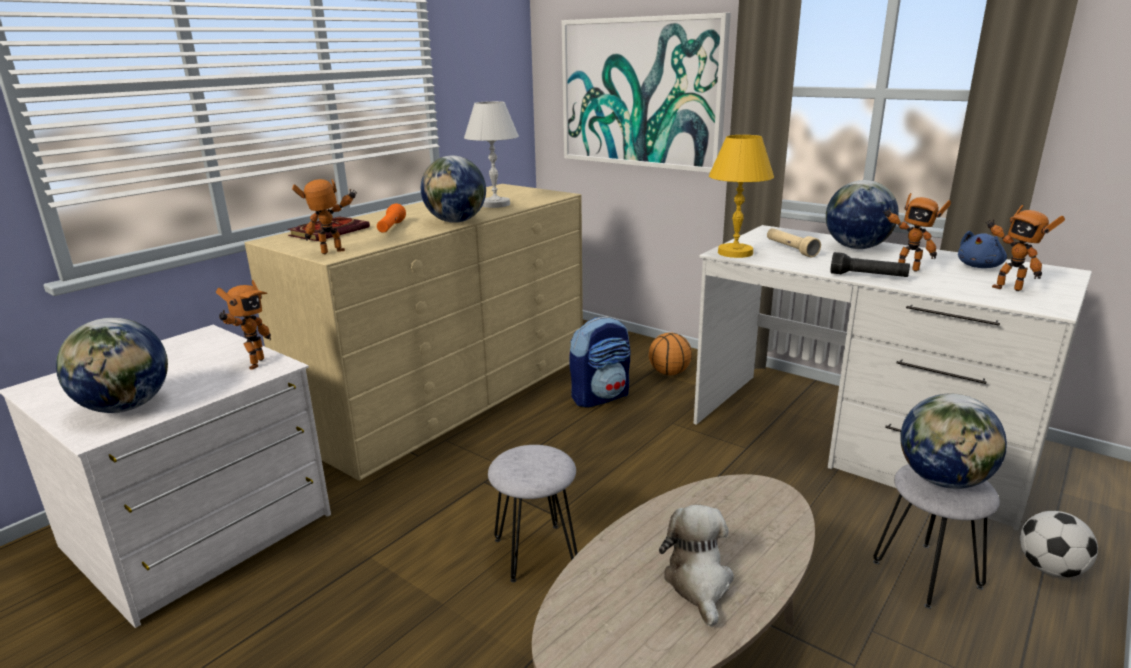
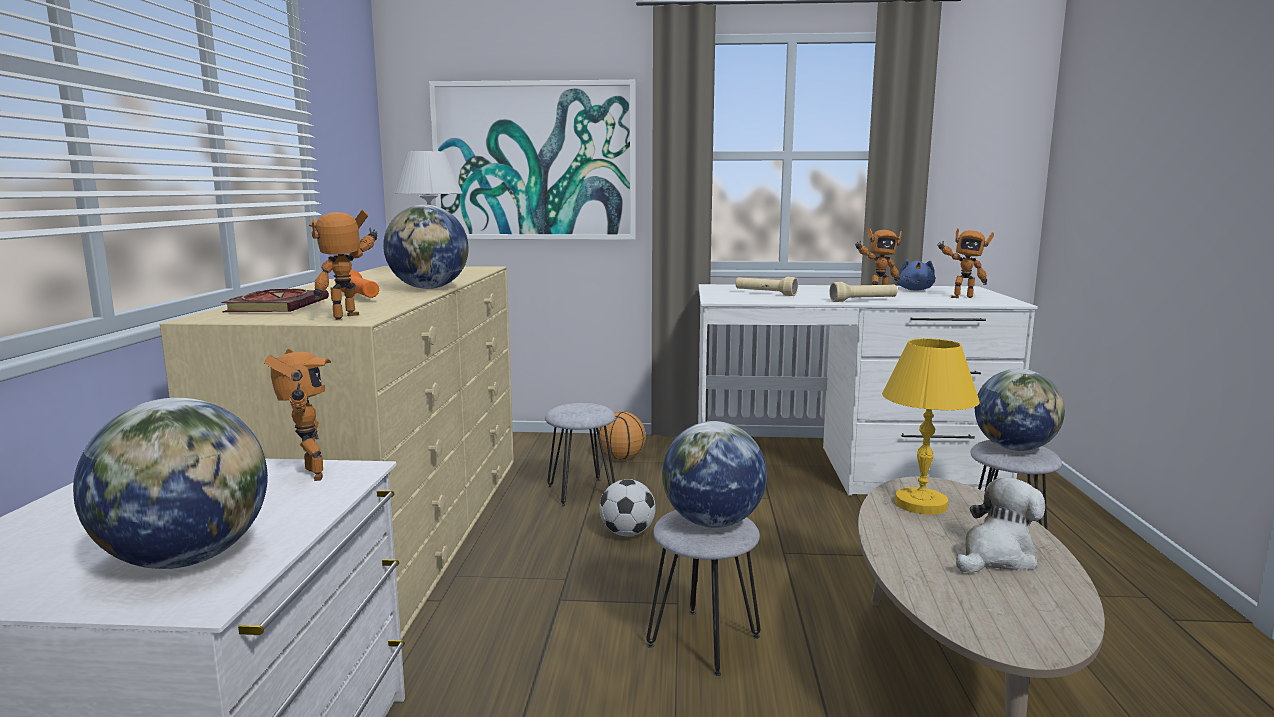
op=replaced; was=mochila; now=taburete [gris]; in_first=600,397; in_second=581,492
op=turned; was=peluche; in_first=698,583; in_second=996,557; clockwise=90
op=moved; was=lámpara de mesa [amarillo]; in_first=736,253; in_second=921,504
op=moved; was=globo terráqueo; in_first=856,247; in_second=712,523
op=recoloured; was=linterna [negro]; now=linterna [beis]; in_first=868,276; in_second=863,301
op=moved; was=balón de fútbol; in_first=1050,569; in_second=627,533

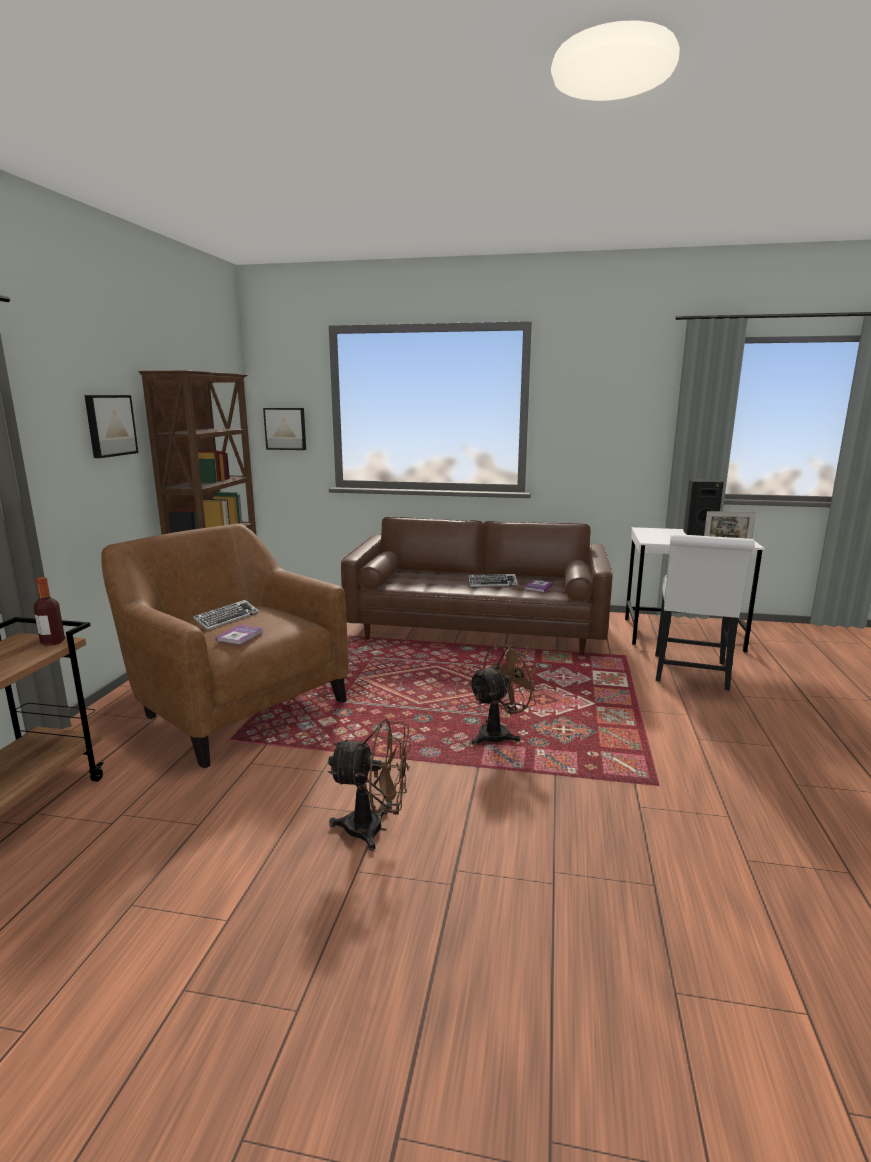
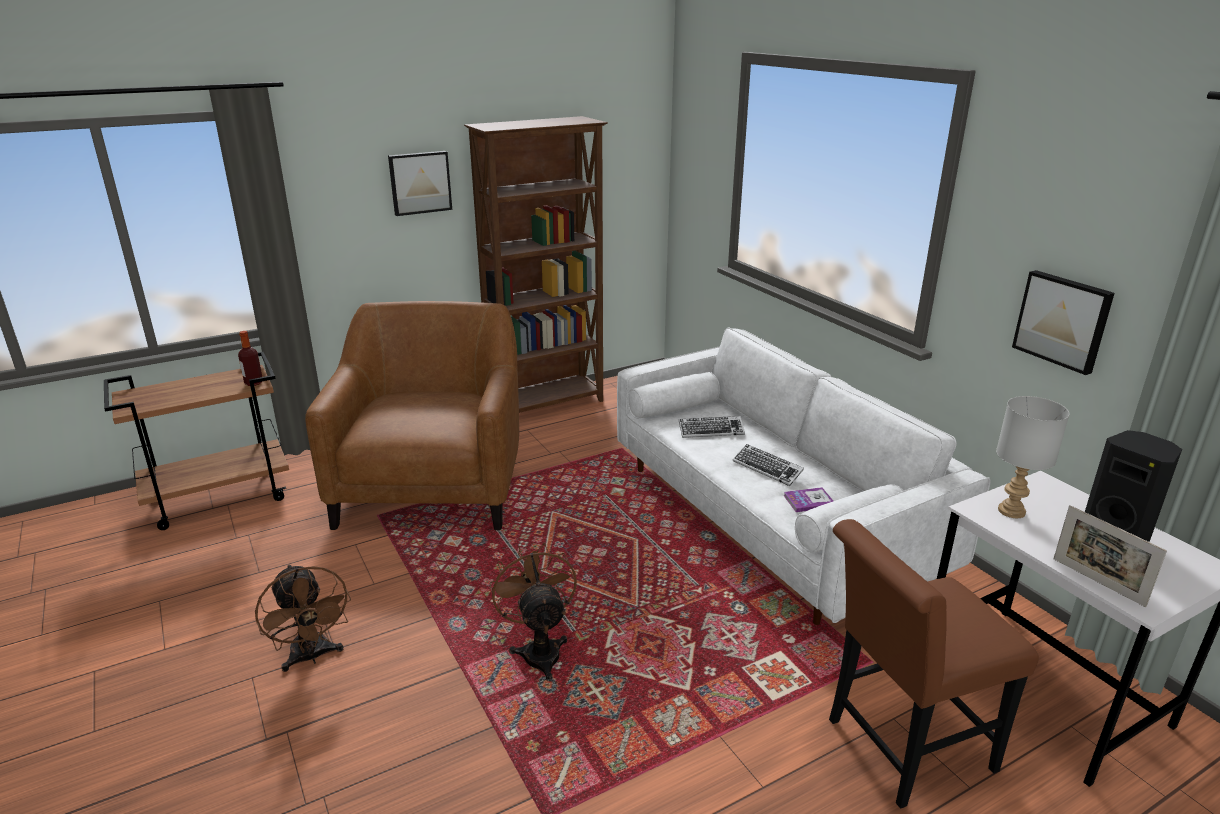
op=moved; was=teclado; in_first=227,619; in_second=711,431
op=removed; was=libro; in_first=240,636
op=moved; was=cuadro; in_first=285,428; in_second=1063,320
op=recoloured; was=sofá [marrón]; now=sofá [blanco]; in_first=477,629; in_second=770,518
op=turned; was=ventilador [marrón]; in_first=500,733; in_second=539,650; clockwise=-120
op=recoloured; was=silla [blanco]; now=silla [marrón]; in_first=690,674; in_second=900,748
op=added; now=lámpara de mesa [gris]; in_second=1010,511

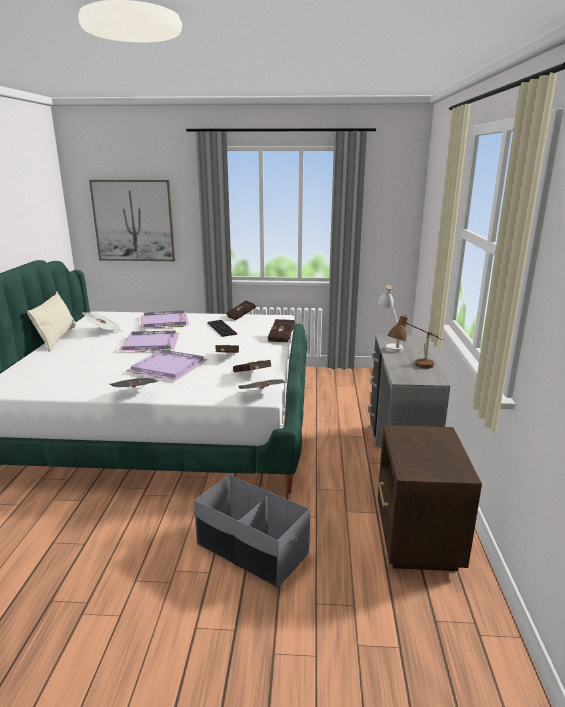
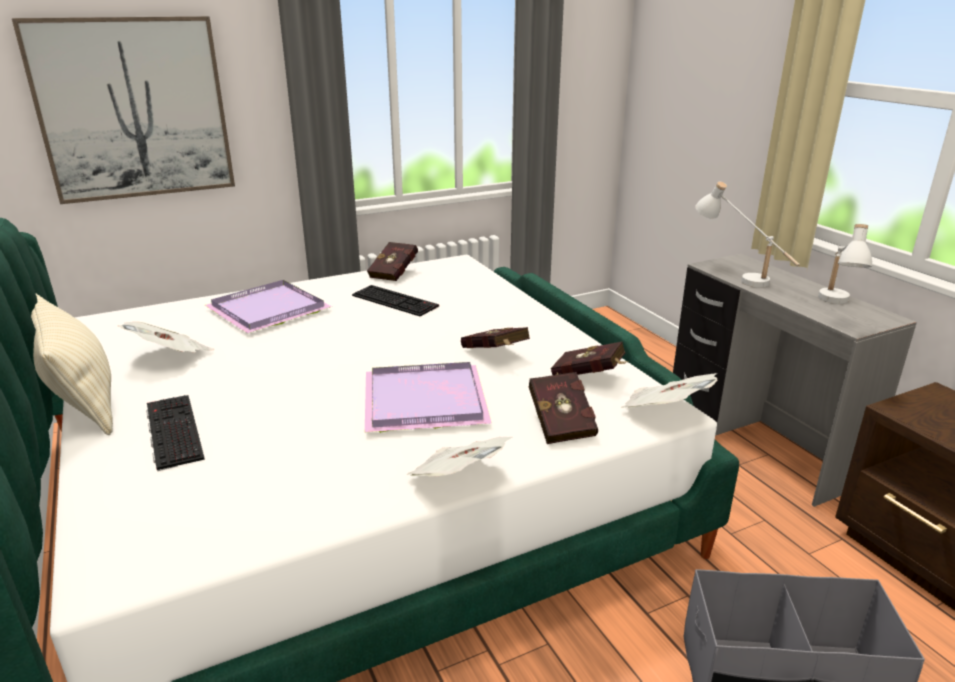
op=removed; was=bandeja [morado]; in_first=151,344
op=moved; was=libro [rojo]; in_first=282,338; in_second=561,422
op=recoloured; was=lámpara de mesa [marrón]; now=lámpara de mesa [blanco]; in_first=416,368; in_second=834,306
op=added; now=teclado; in_second=172,431

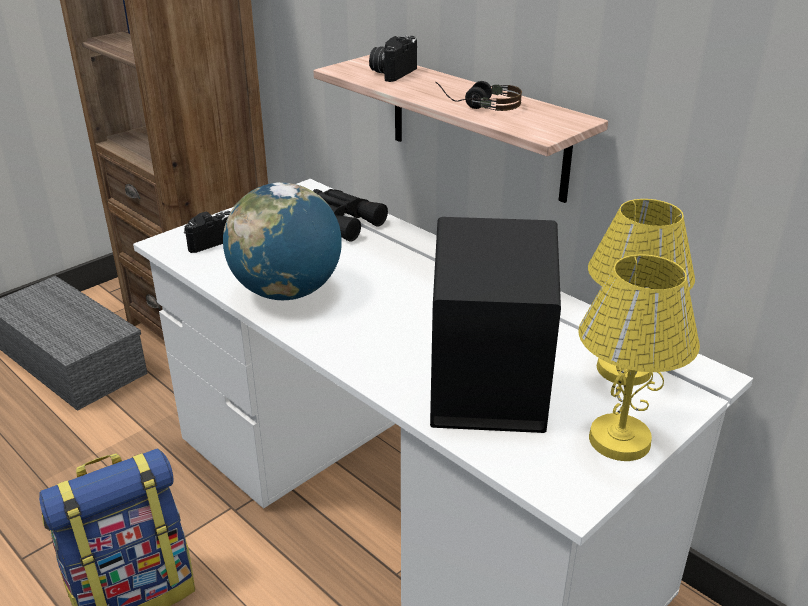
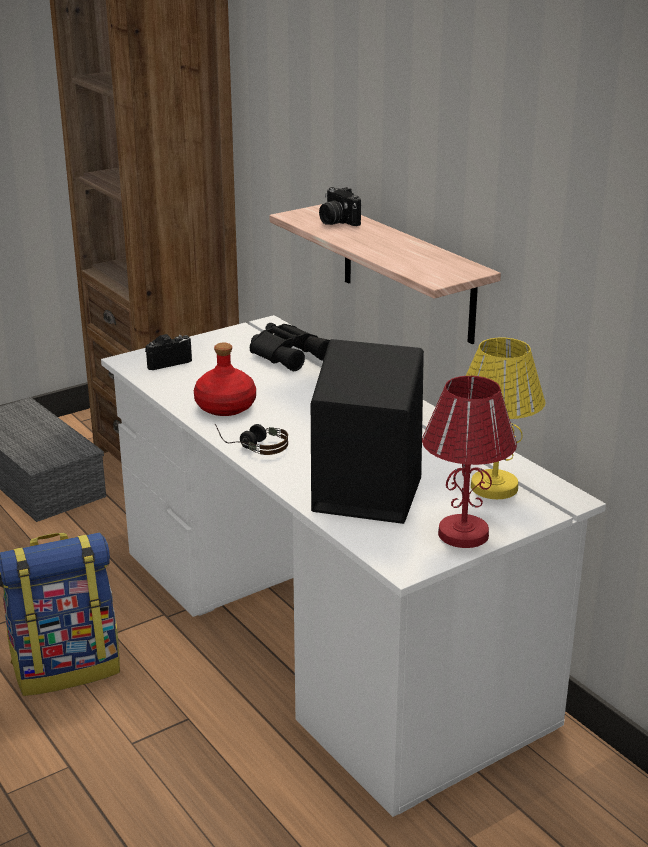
op=replaced; was=globo terráqueo; now=botella [rojo]; in_first=287,292; in_second=224,407
op=turned; was=cámara; in_first=392,73; in_second=336,221; clockwise=-75
op=moved; was=auriculares; in_first=478,106; in_second=252,446
op=recoloured; was=lámpara de mesa [amarillo]; now=lámpara de mesa [rojo]; in_first=620,441; in_second=463,534

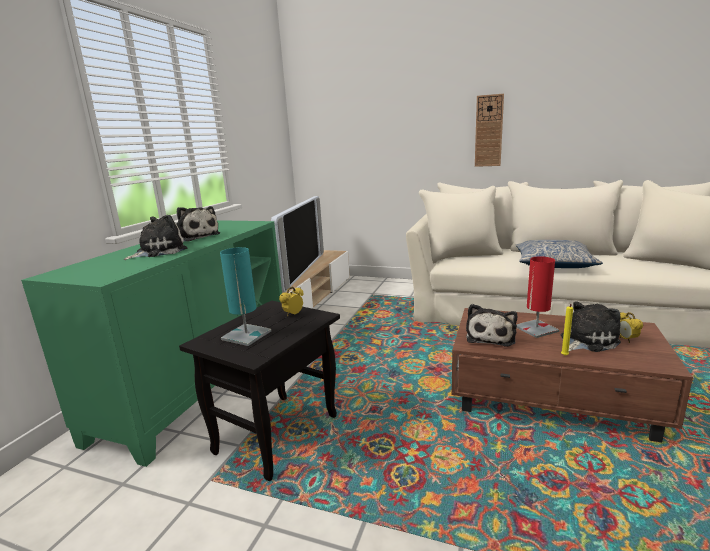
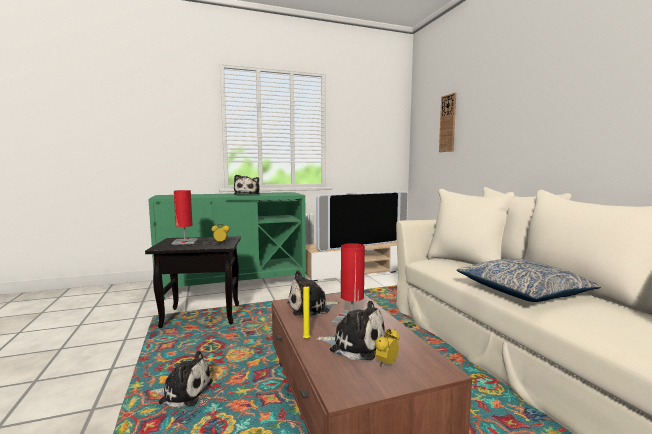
op=moved; was=peluche; in_first=158,251; in_second=183,392
op=recoloured; was=lámpara de mesa [turquesa]; now=lámpara de mesa [rojo]; in_first=246,335; in_second=185,242
op=moved; was=reloj de pared; in_first=488,131; in_second=448,123

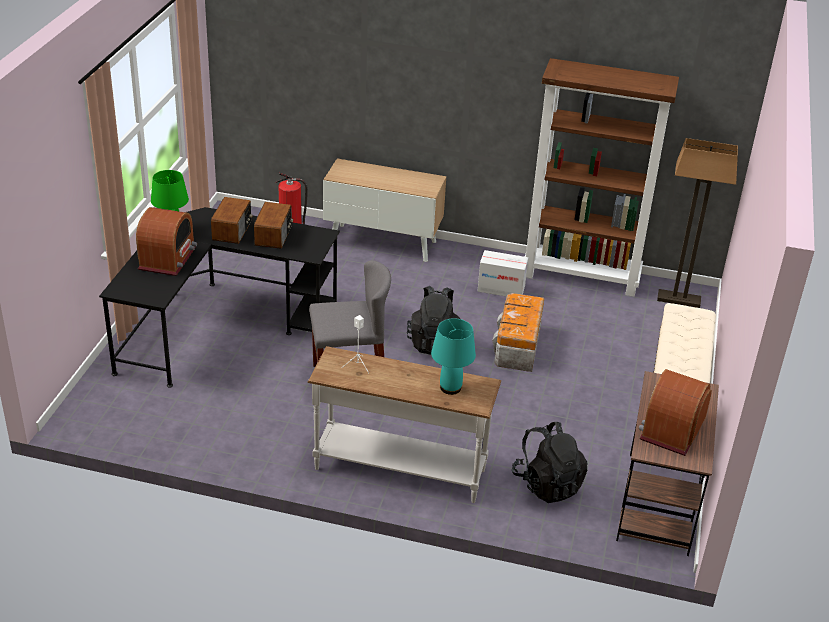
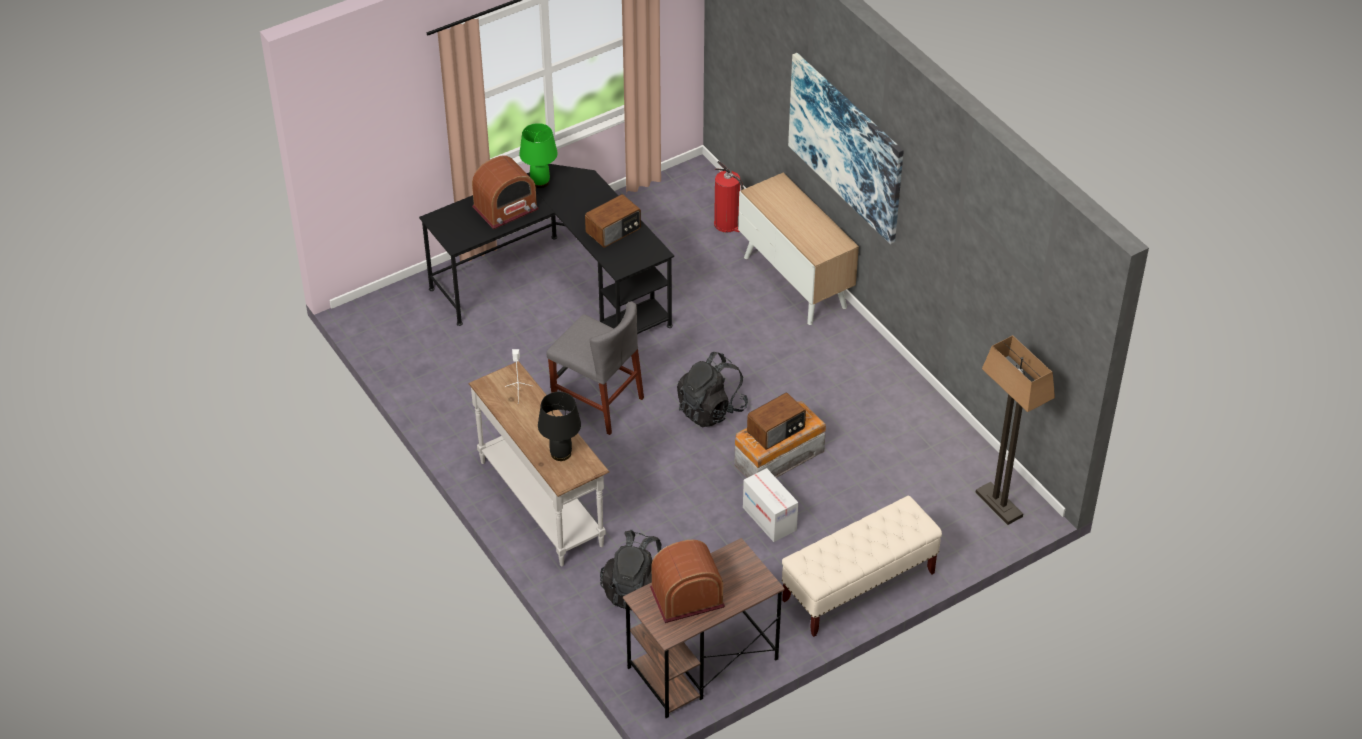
op=moved; was=radio; in_first=233,230; in_second=776,431
op=recoloured; was=lámpara de mesa [turquesa]; now=lámpara de mesa [negro]; in_first=451,388; in_second=561,453
op=moved; was=caja de cartón; in_first=501,289; in_second=769,519
op=removed; was=estantería [marrón]; in_first=582,276
op=added; now=cuadro; in_second=846,146

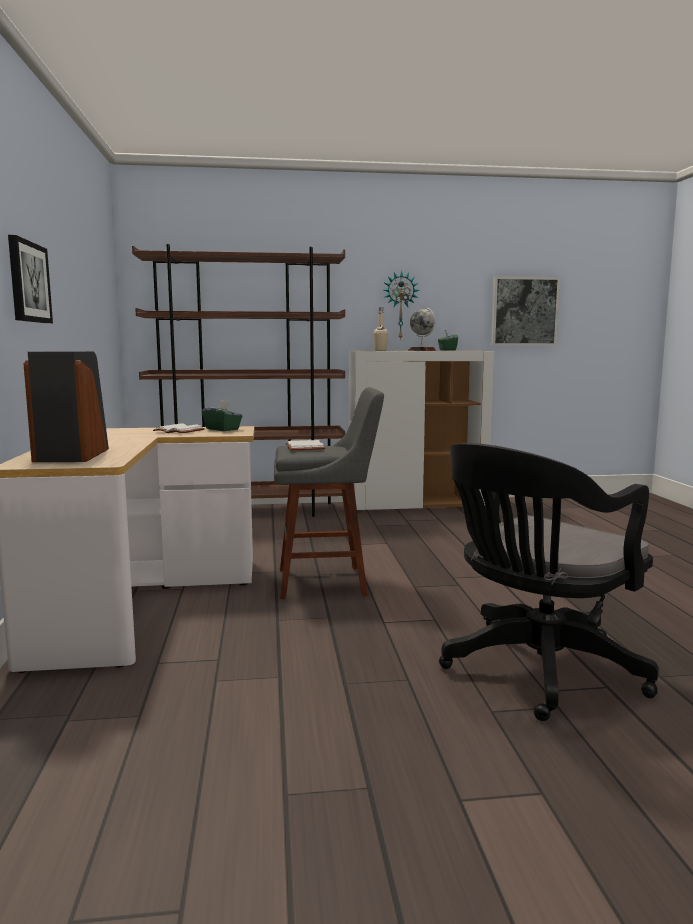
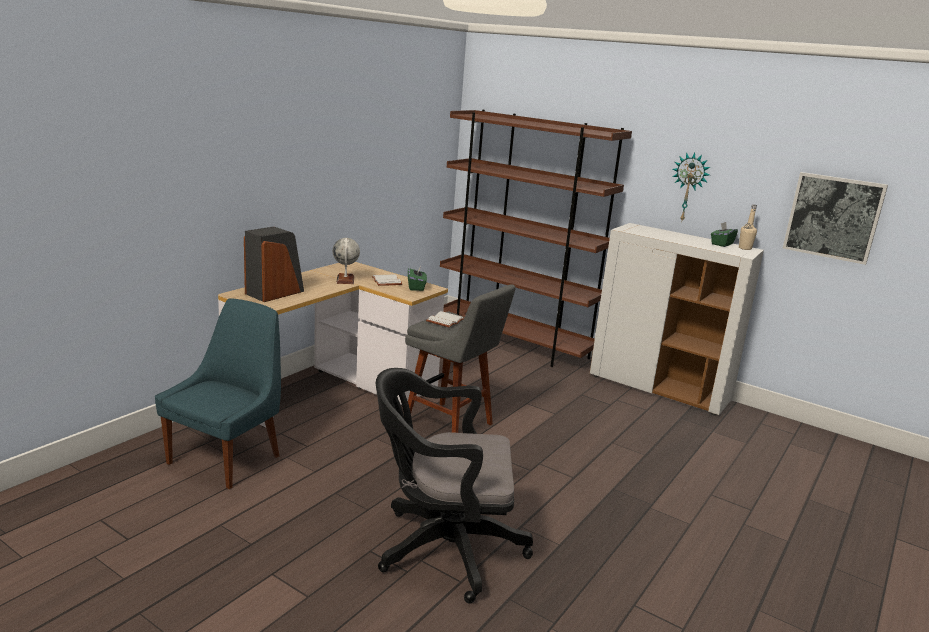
op=removed; was=cuadro; in_first=28,282
op=moved; was=botella [beis]; in_first=380,350; in_second=745,248
op=moved; was=globo terráqueo; in_first=422,350; in_second=345,280
op=added; now=silla [azul]; in_second=227,458

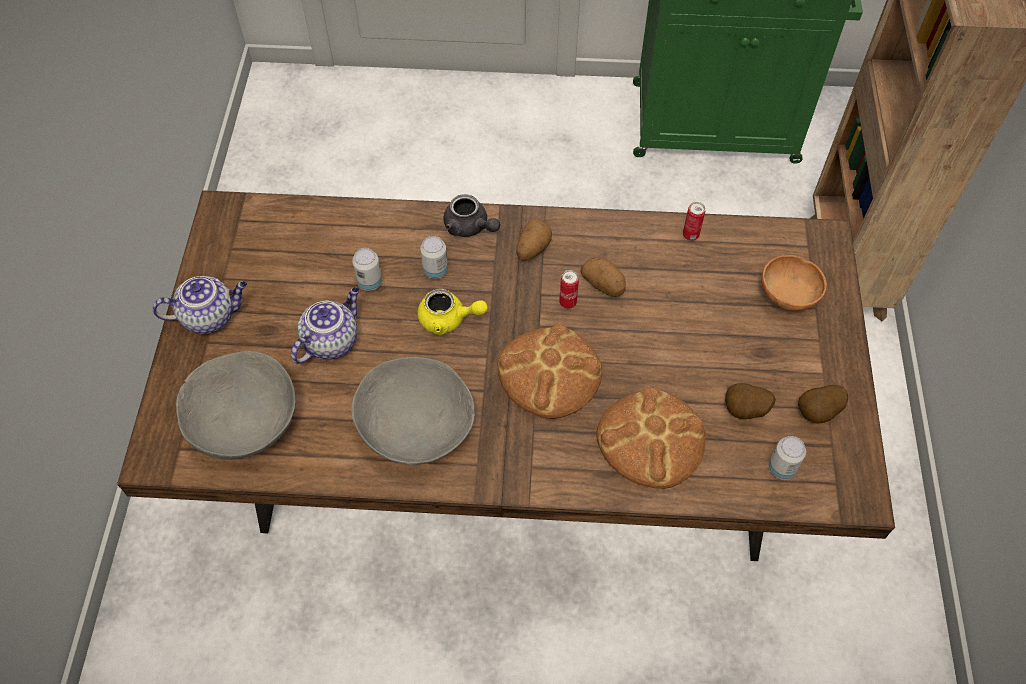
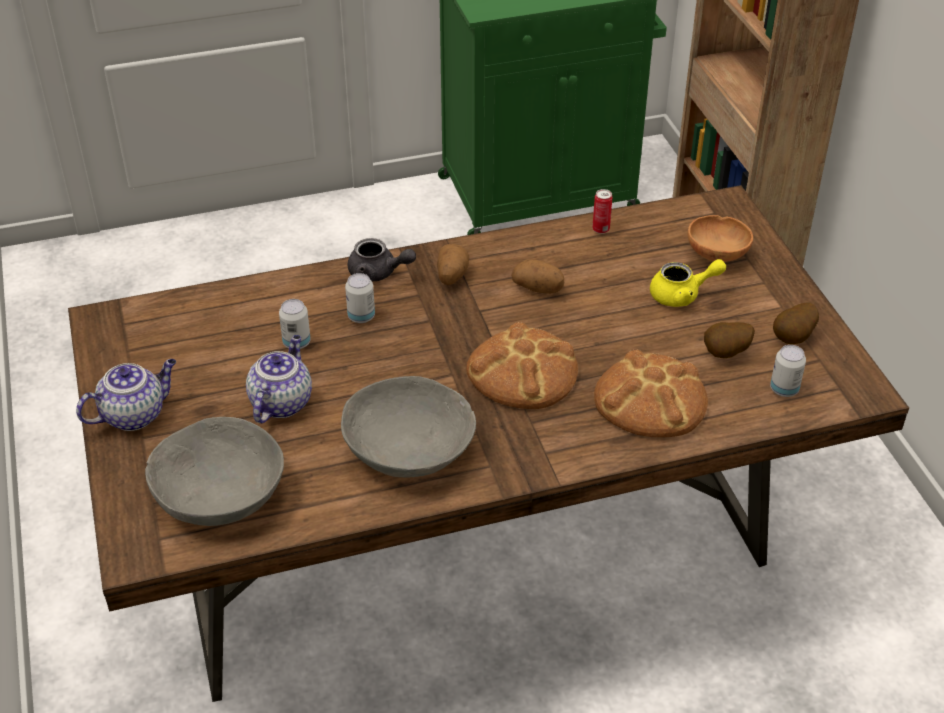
op=moved; was=tetera [amarillo]; in_first=448,320; in_second=682,295
op=removed; was=lata; in_first=567,302

